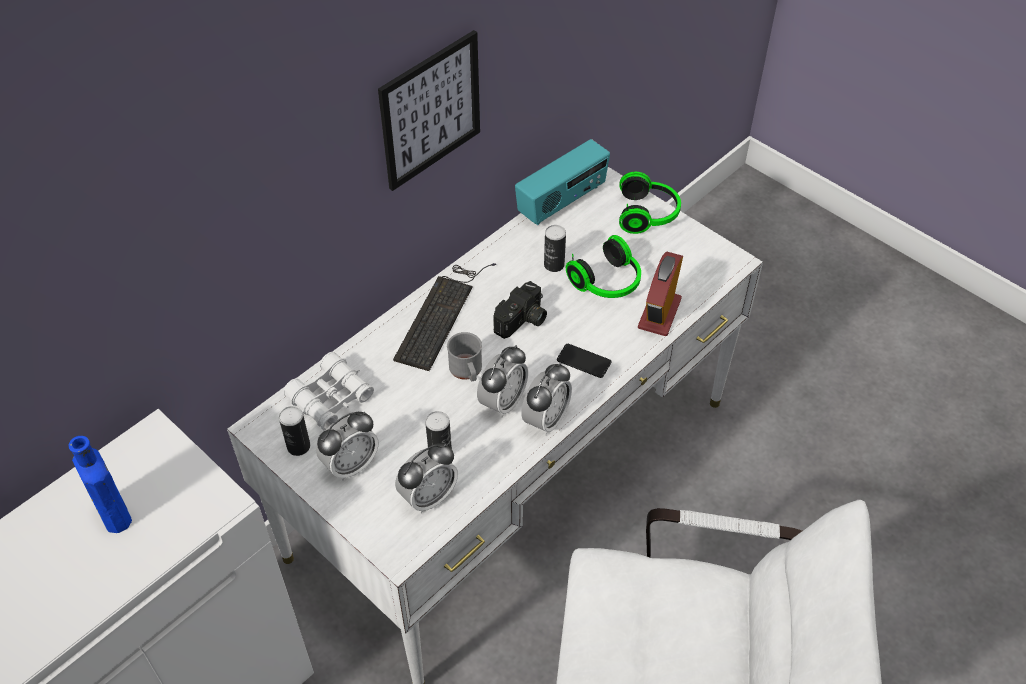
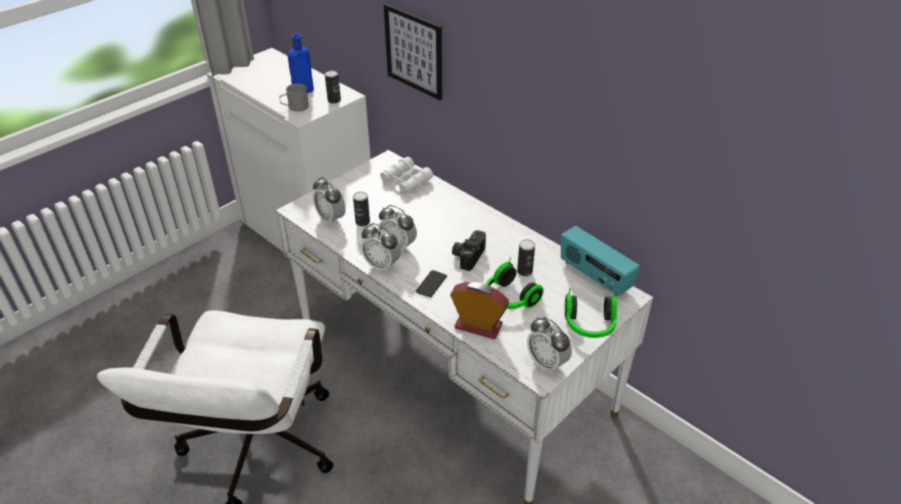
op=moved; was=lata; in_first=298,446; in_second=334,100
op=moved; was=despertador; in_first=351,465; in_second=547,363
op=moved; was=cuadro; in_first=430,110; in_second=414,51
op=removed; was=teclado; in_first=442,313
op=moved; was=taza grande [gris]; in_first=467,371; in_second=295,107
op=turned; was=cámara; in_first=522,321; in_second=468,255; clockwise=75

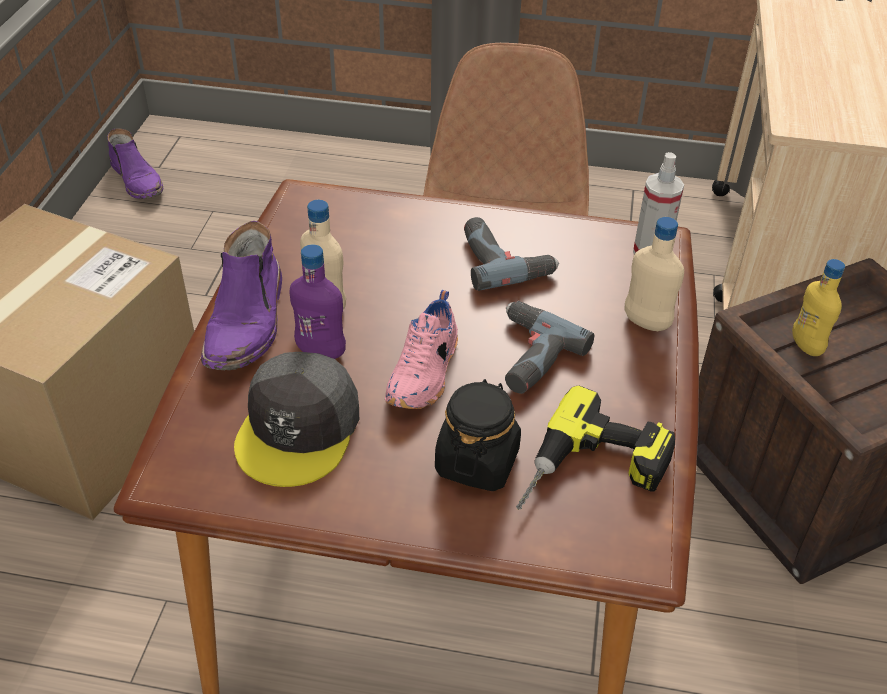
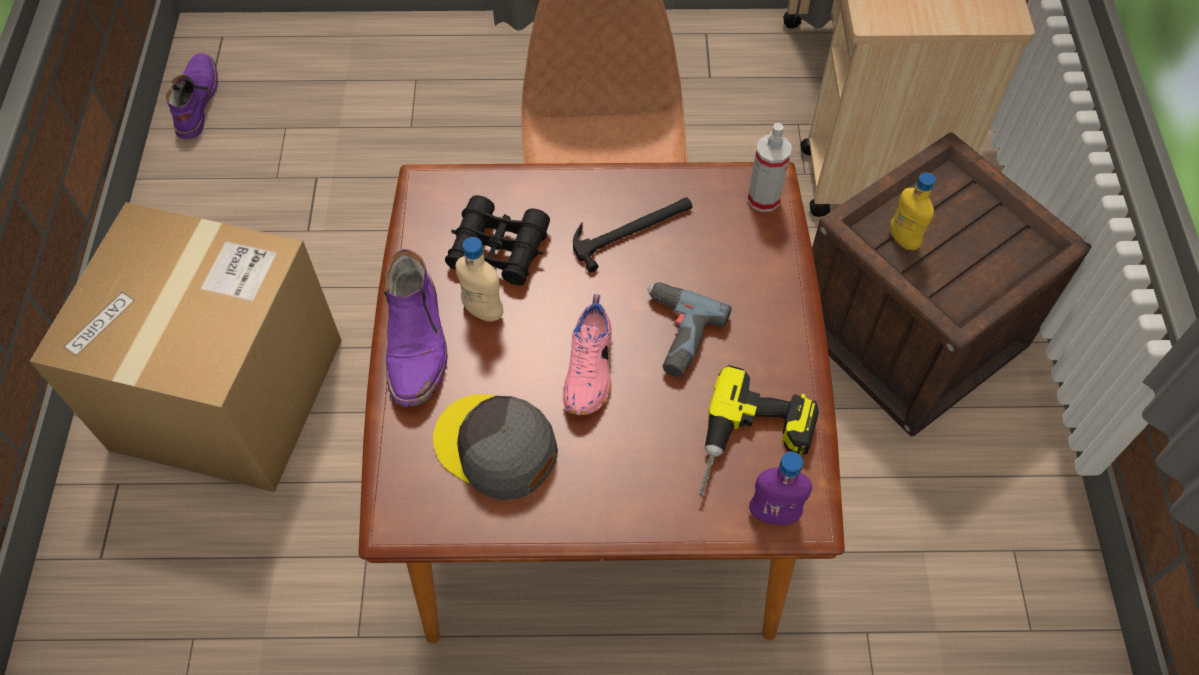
op=turned; was=bota [morado]; in_first=138,181; in_second=195,102; clockwise=-135
op=turned; was=gorra [gris]; in_first=299,428; in_second=495,447; clockwise=120
op=moved; was=botella [morado]; in_first=321,352; in_second=773,514
op=removed; was=tarro [negro]; in_first=477,461
op=replaced; was=taladro; now=martillo; in_first=504,260; in_second=632,229
op=removed; was=botella [beis]; in_first=646,322
op=added; now=prismáticos [negro]; in_second=498,249

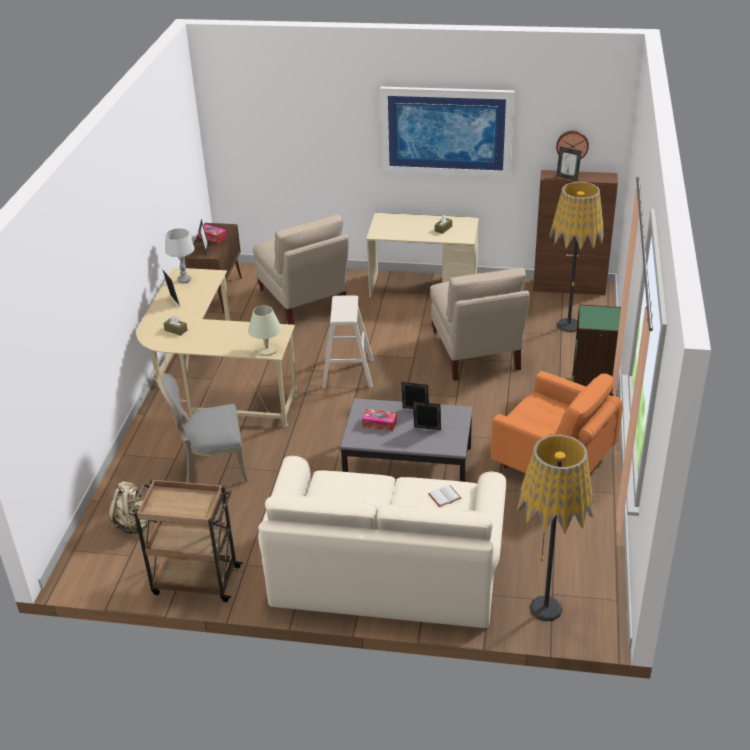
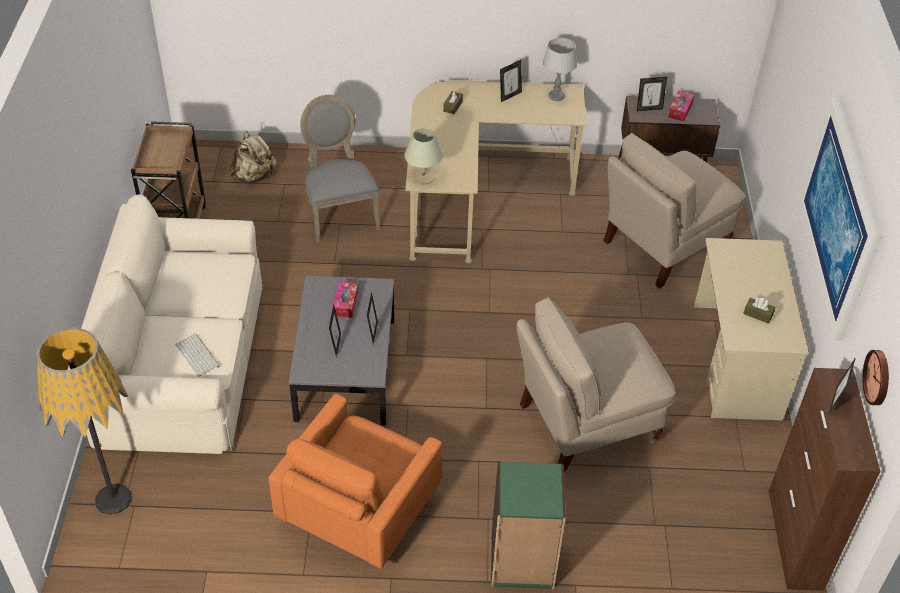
op=removed; was=taburete [beis]; in_first=348,373
op=replaced; was=libro [blanco]; now=teclado; in_first=444,496; in_second=198,355
op=removed; was=lámpara de pie; in_first=568,325

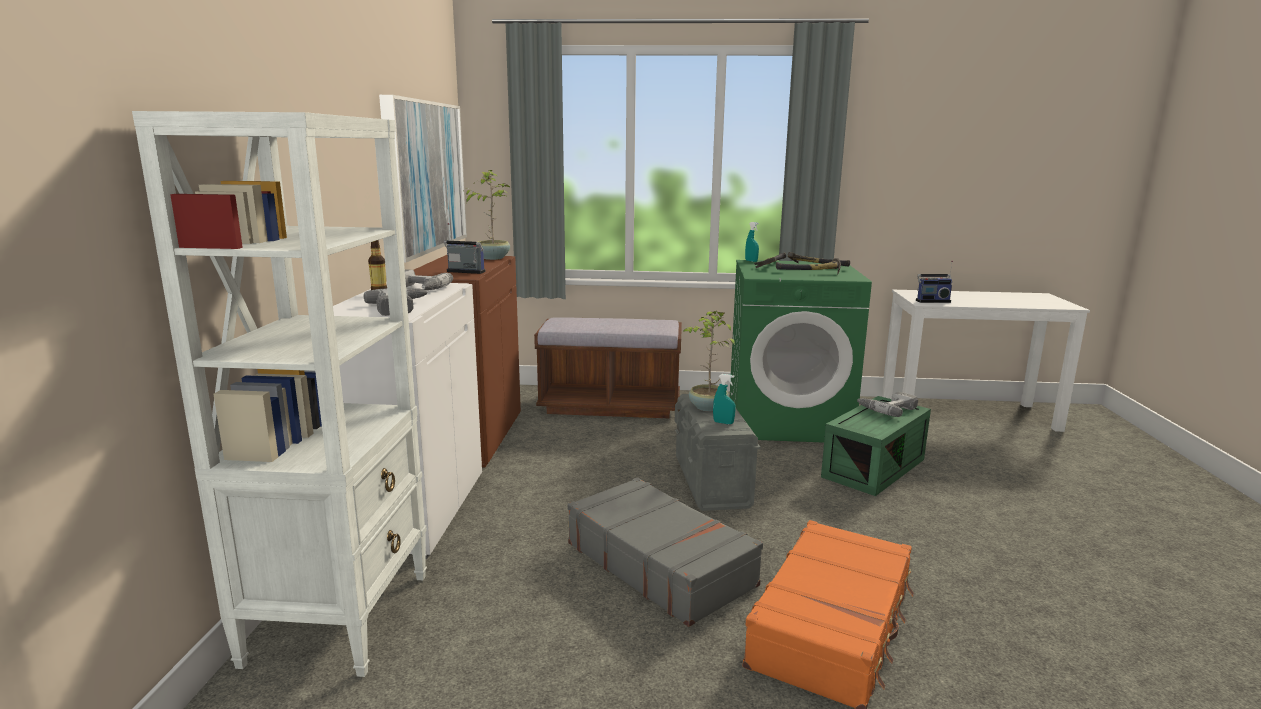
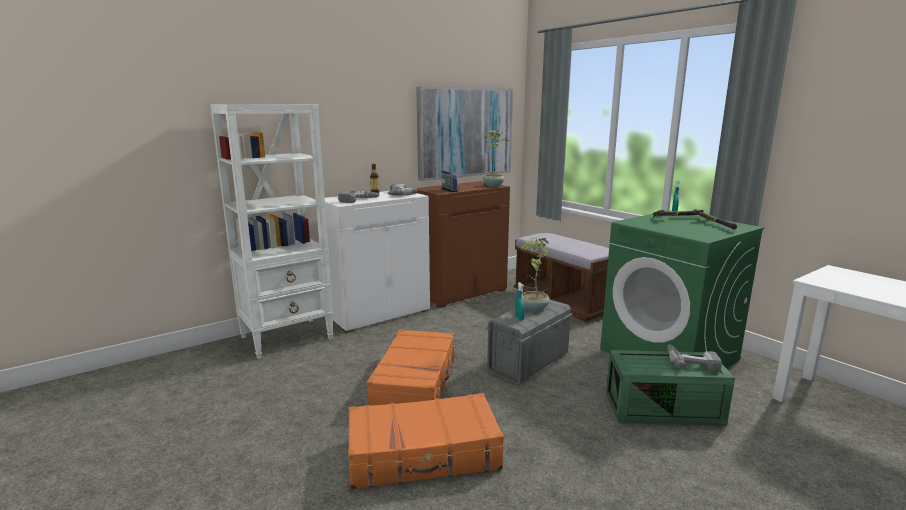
op=recoloured; was=maleta [gris]; now=maleta [naranja]; in_first=660,563; in_second=416,382
op=removed; was=martillo; in_first=811,273
op=removed; was=radio; in_first=932,301

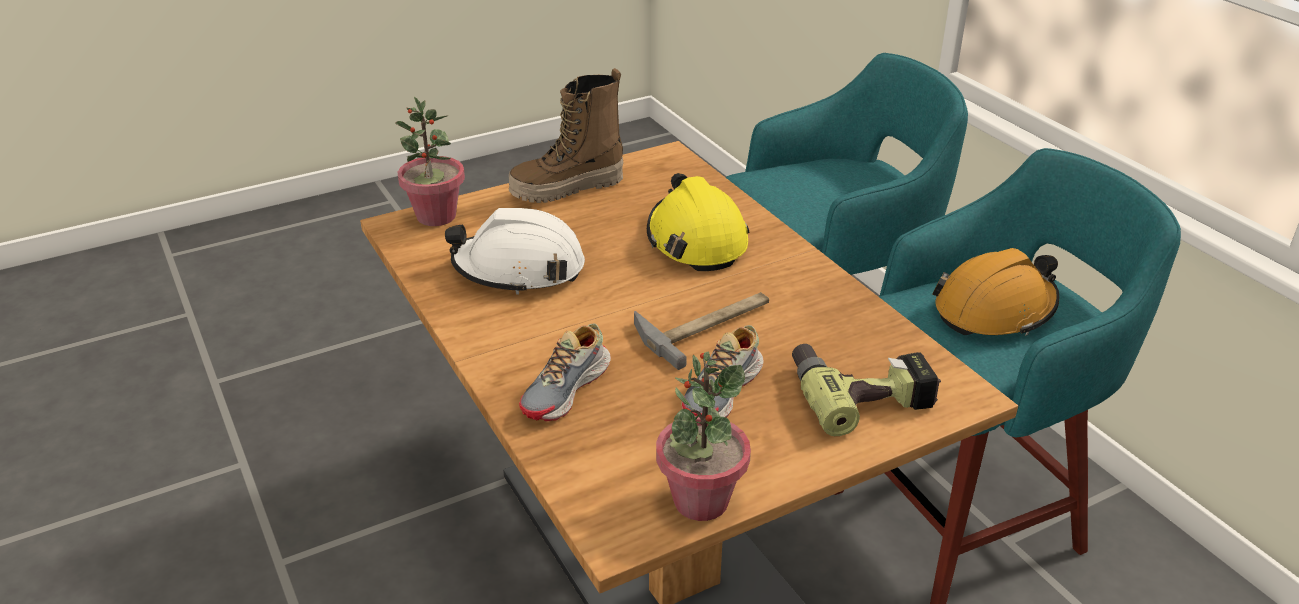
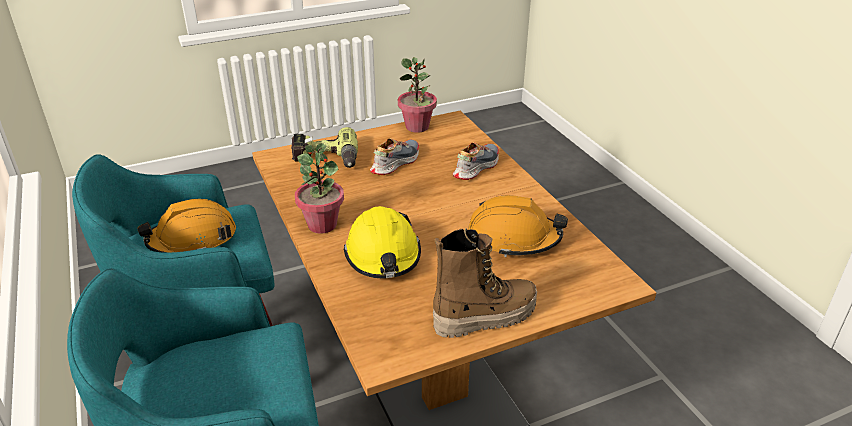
op=moved; was=planta en maceta; in_first=436,216; in_second=322,225
op=recoloured; was=casco [blanco]; now=casco [naranja]; in_first=519,269; in_second=513,238
op=removed; was=martillo; in_first=707,324

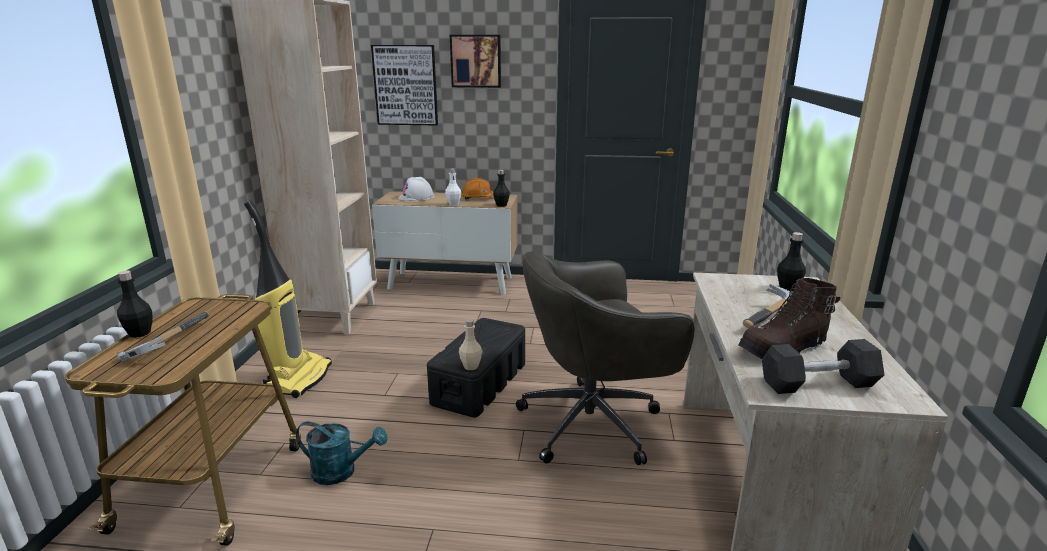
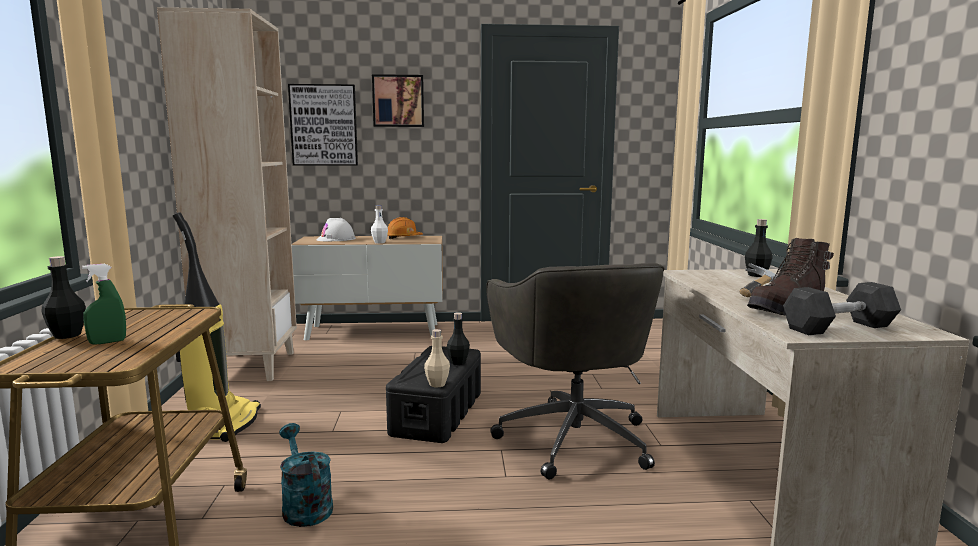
op=replaced; was=martillo; now=pulverizador [verde]; in_first=167,344; in_second=107,342
op=turned; was=regadera [turquesa]; in_first=341,472; in_second=304,506; clockwise=-120
op=moved; was=botella [negro]; in_first=501,205; in_second=458,362
op=turned; was=silla de oficina [gris]; in_first=594,423; in_second=573,437; clockwise=-75

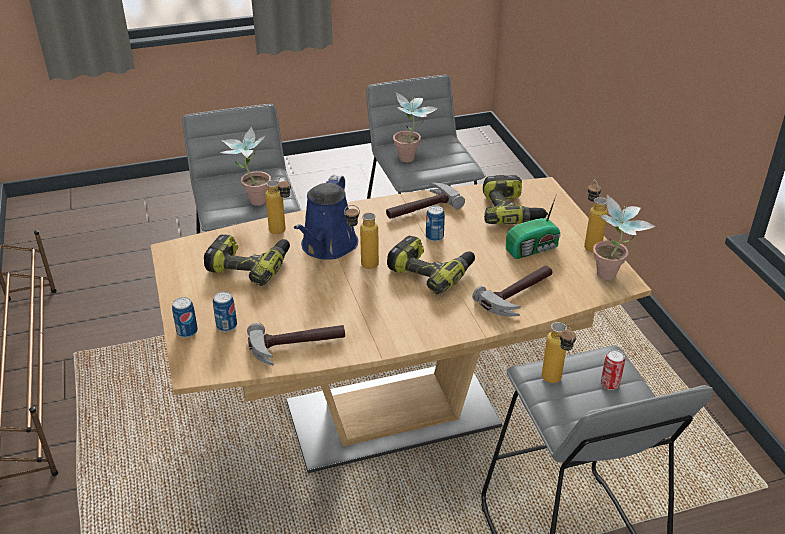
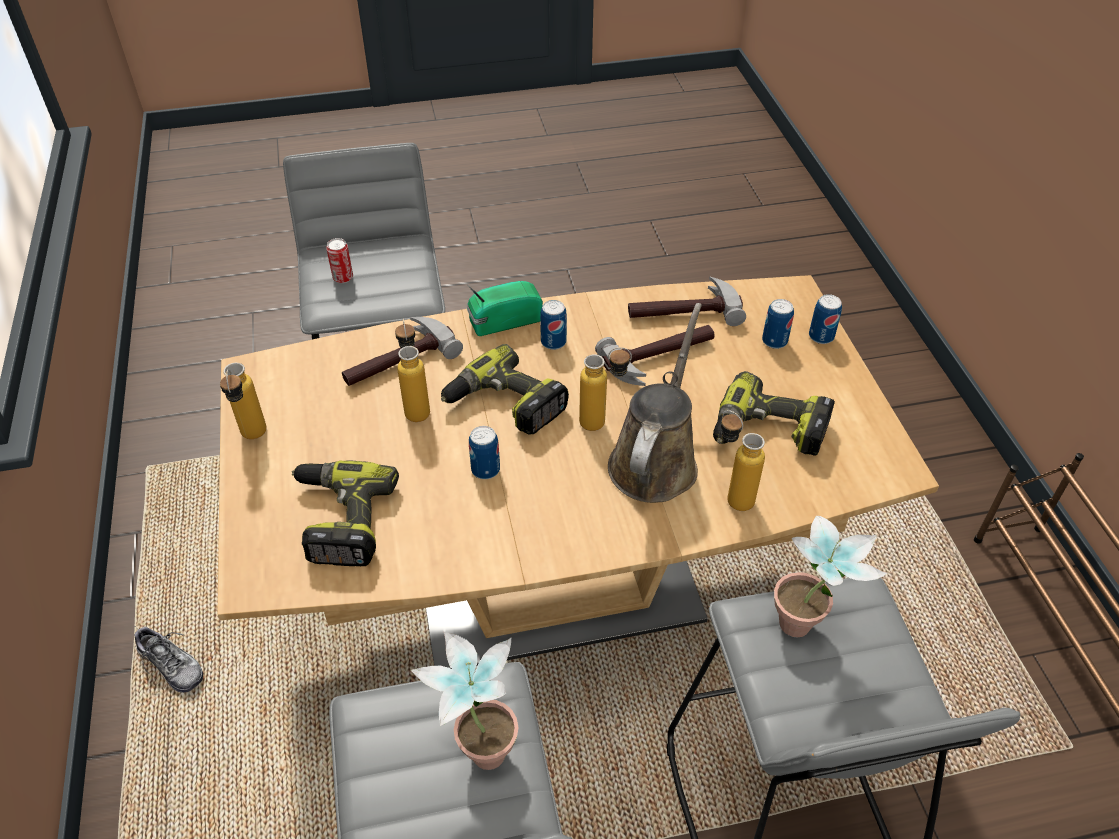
op=recoloured; was=regadera [azul]; now=regadera [marrón]; in_first=327,247; in_second=655,460
op=moved; was=martillo; in_first=421,207; in_second=660,359
op=moved; was=radio; in_first=533,249; in_second=503,321
op=moved; was=botella; in_first=555,383; in_second=416,406
op=removed; was=planta en maceta; in_first=611,278
op=added; now=zapato; in_second=171,665
op=added; now=lata; in_second=553,342

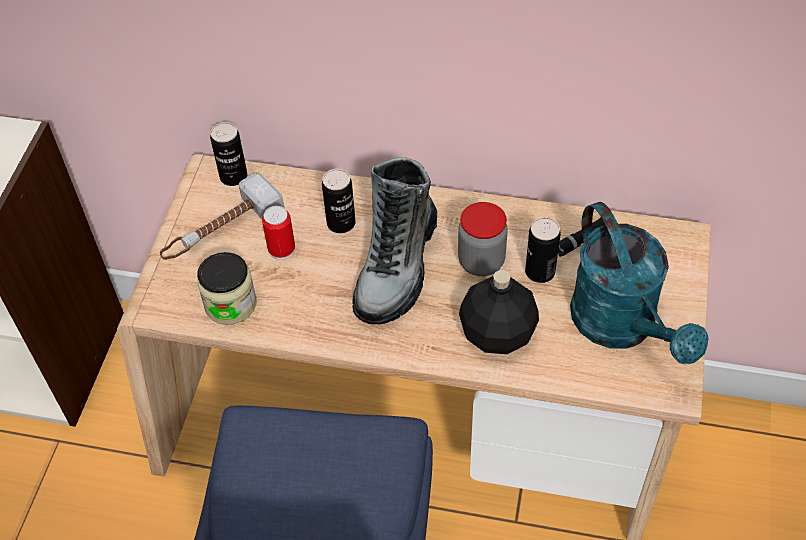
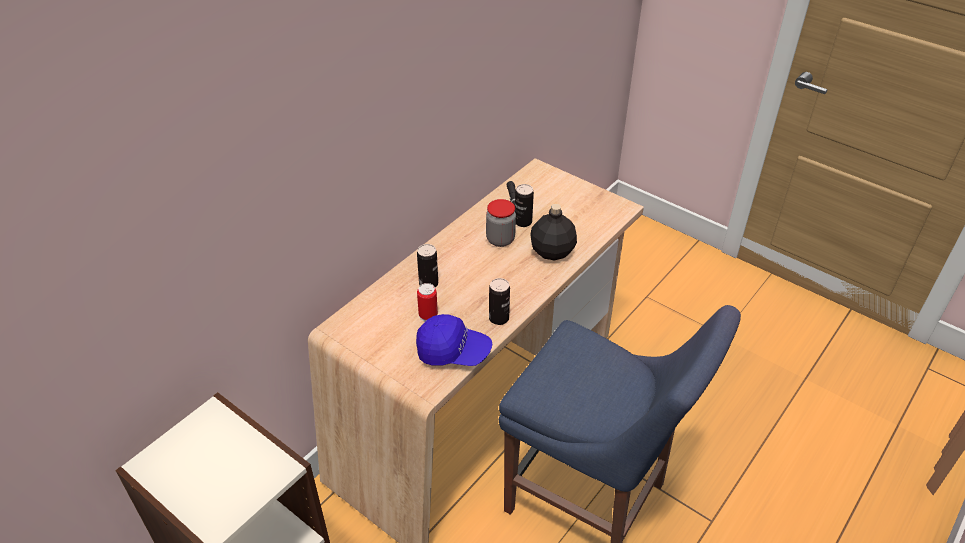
op=removed; was=martillo; in_first=221,230
op=replaced; was=tarro; now=gorra [azul]; in_first=230,304; in_second=453,352
op=moved; was=lata; in_first=233,176; in_second=499,318
op=removed; was=bota; in_first=397,266
op=removed; was=regadera [turquesa]; in_first=622,327

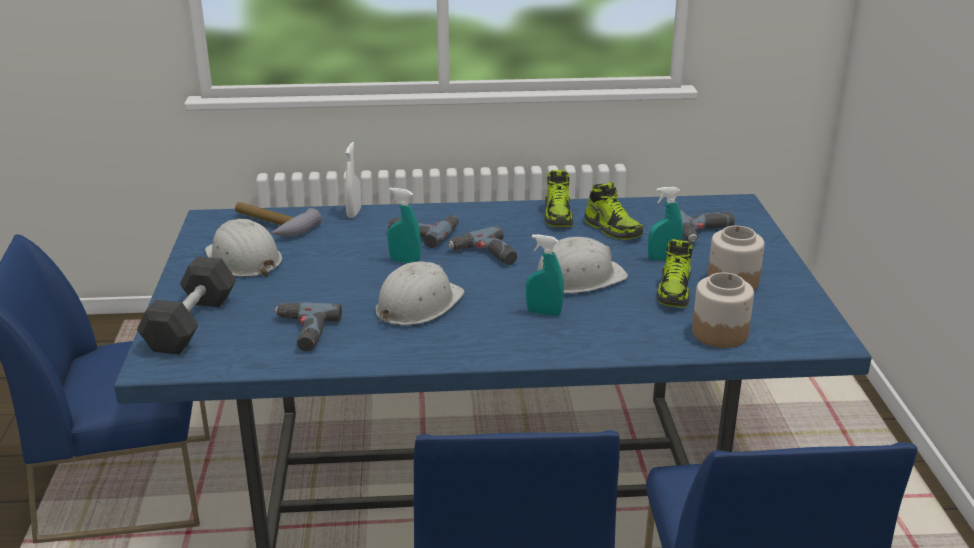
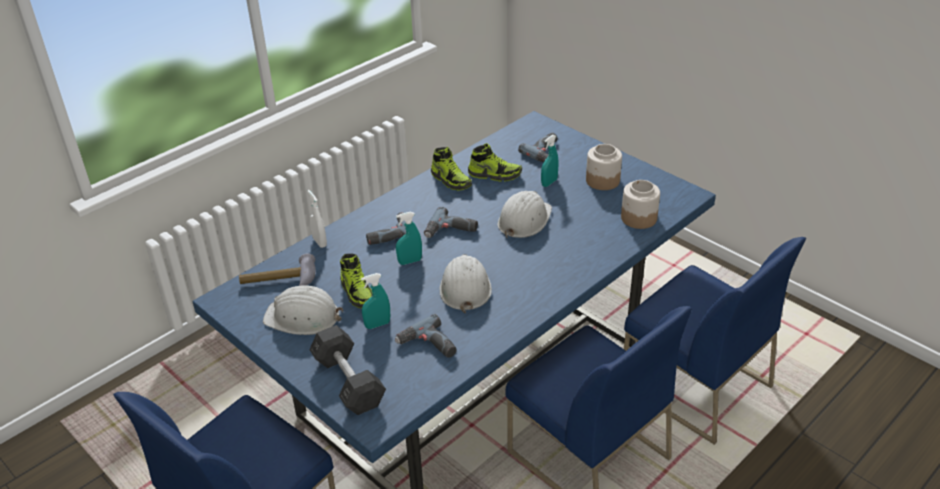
op=moved; was=pulverizador [turquesa]; in_first=544,313; in_second=377,324
op=moved; was=zapato; in_first=674,292; in_second=358,293

